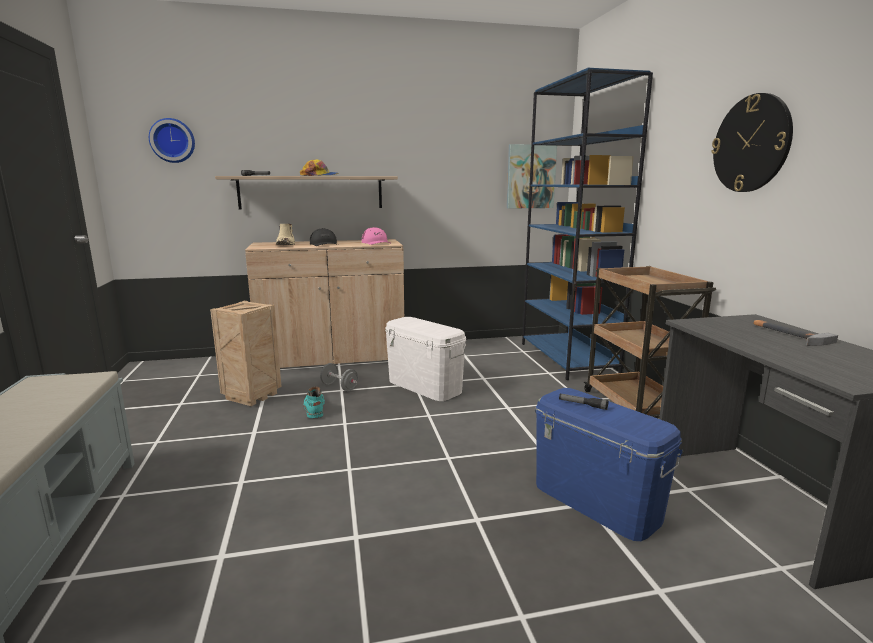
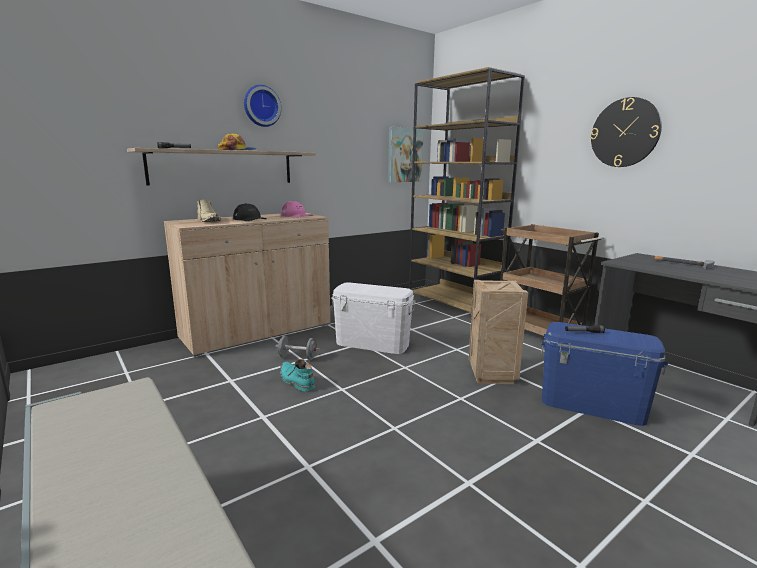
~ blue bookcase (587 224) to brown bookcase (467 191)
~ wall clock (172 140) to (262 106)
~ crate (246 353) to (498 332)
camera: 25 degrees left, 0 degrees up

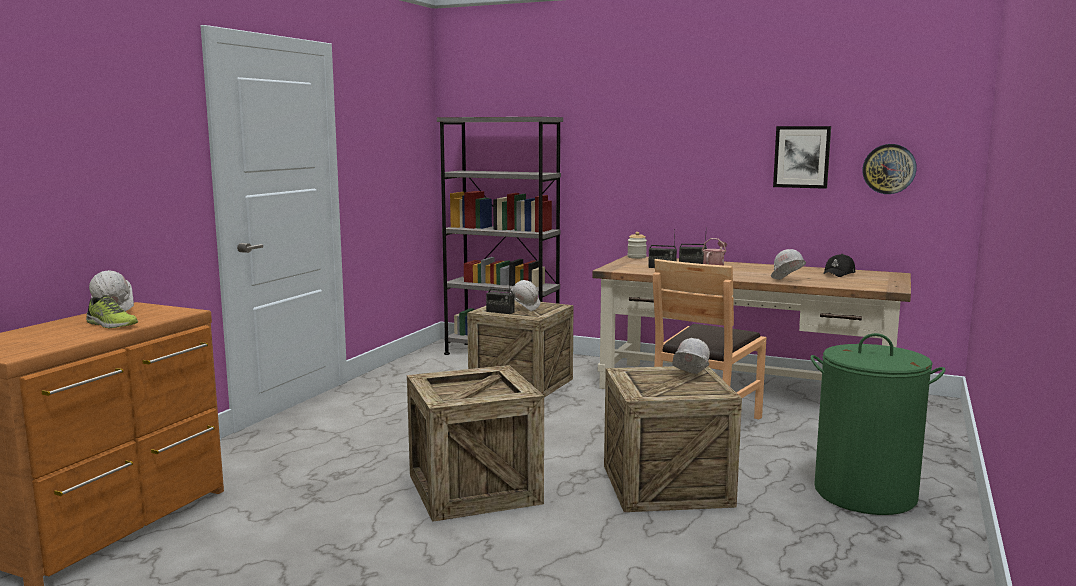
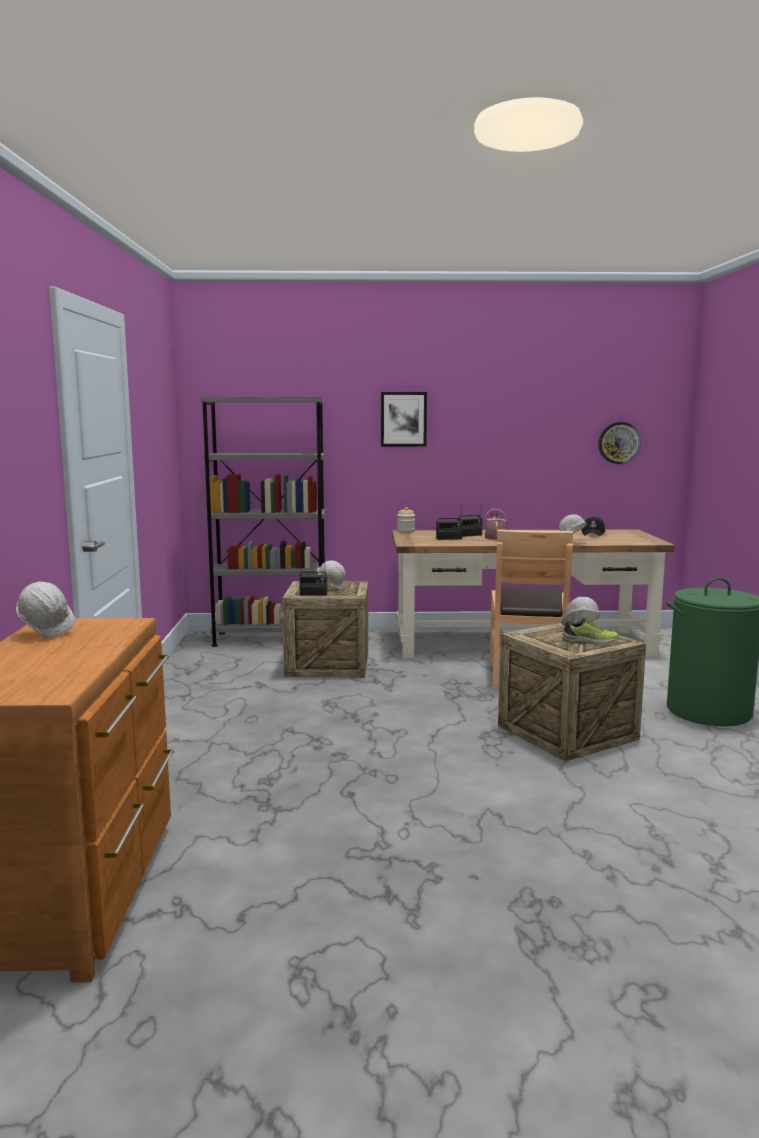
~ picture (802 157) to (404 419)
~ shoe (112 311) to (590 631)
- crate (475 443)
camera: 25 degrees left, 0 degrees up

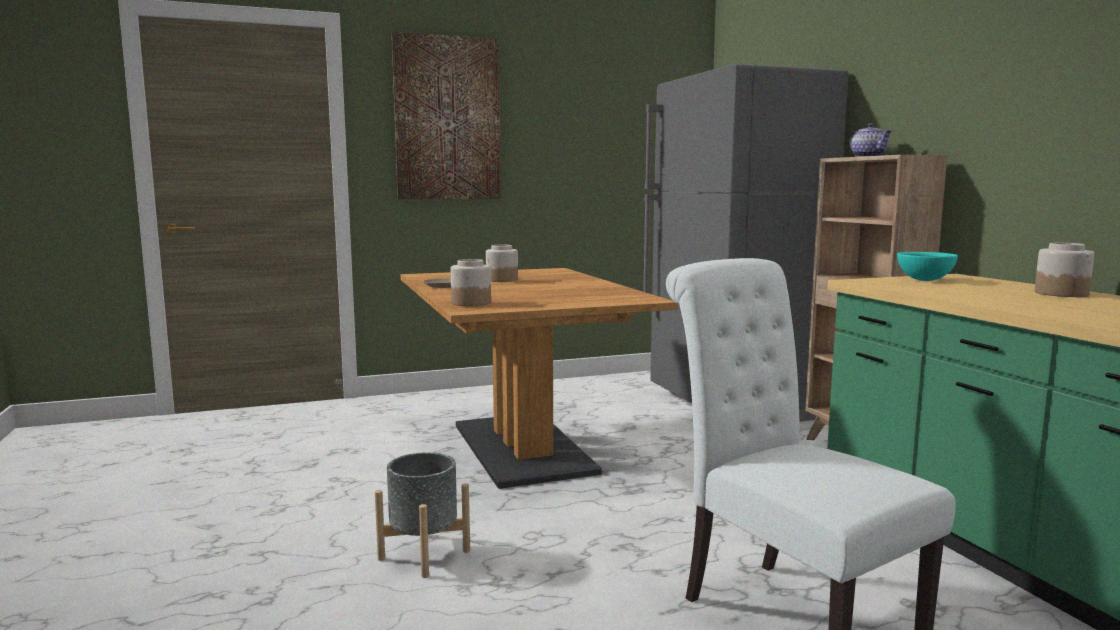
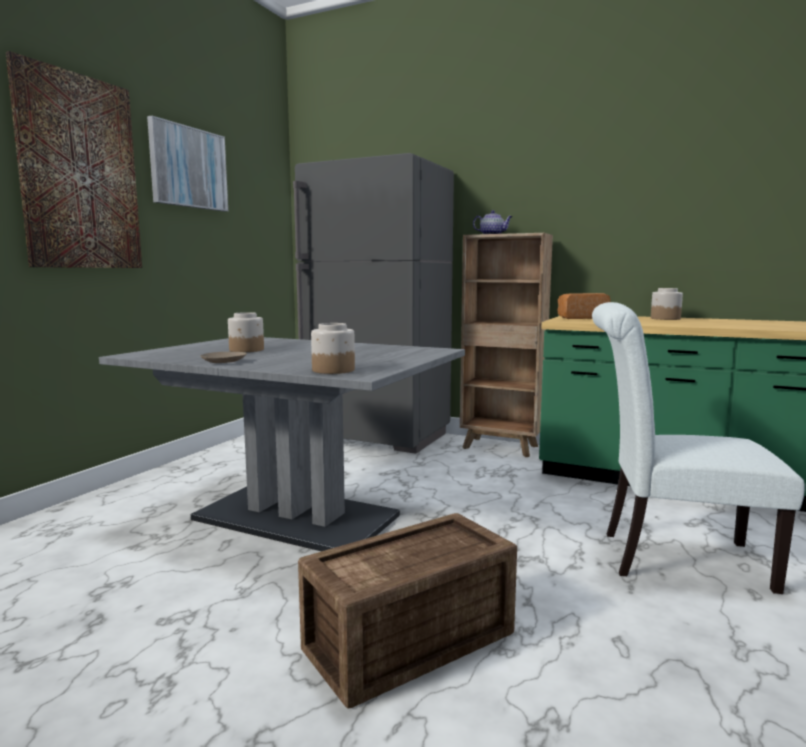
~ turquoise bowl (927 266) to bread (584 306)
~ brown dining table (539 378) to grey dining table (282 444)
~ grey planter (422 515) to crate (407 610)
+ picture (187 163)
camera: 45 degrees left, 0 degrees up

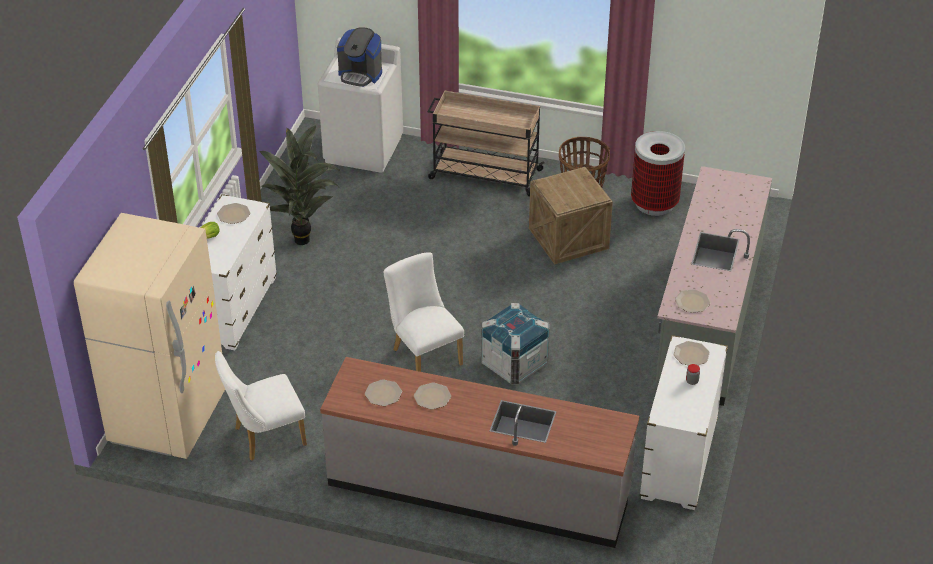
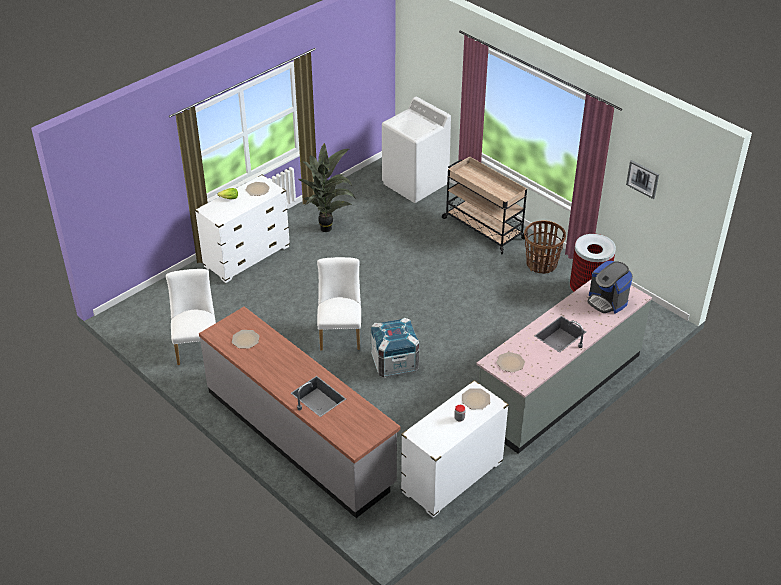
~ coffee machine (359 57) to (610 287)
- crate (571 215)
- beige fridge (149 336)
~ white chair (261 406) = (191 317) 75 degrees clockwise
- plate (432 396)
+ picture (642 179)
camera: 30 degrees right, 0 degrees up

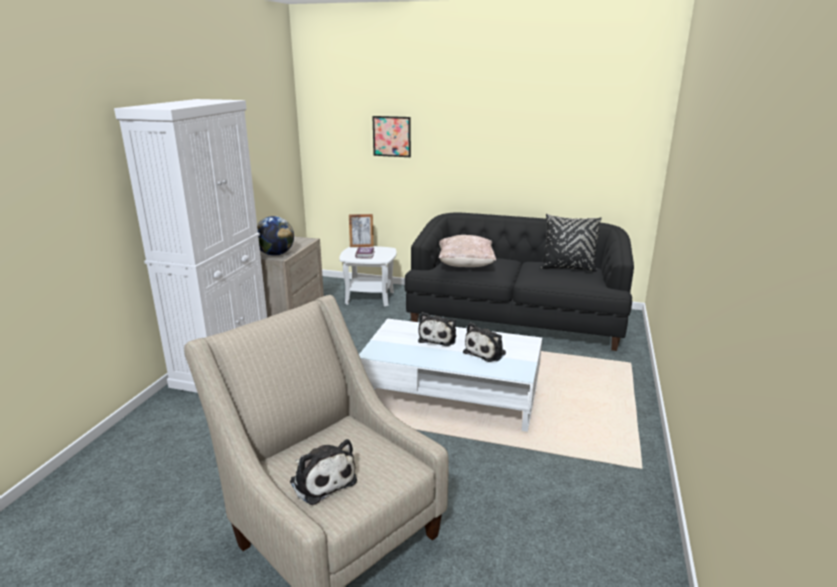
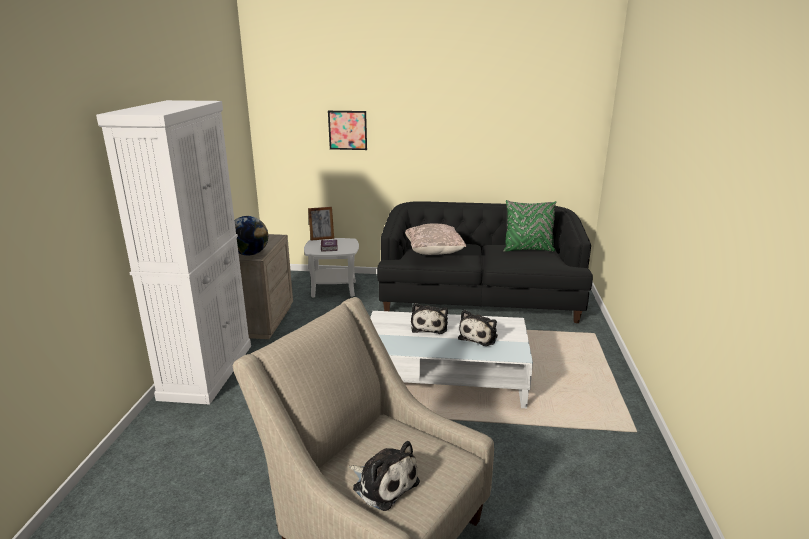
~ black pillow (571 243) to green pillow (530 226)
camera: 10 degrees left, 0 degrees up

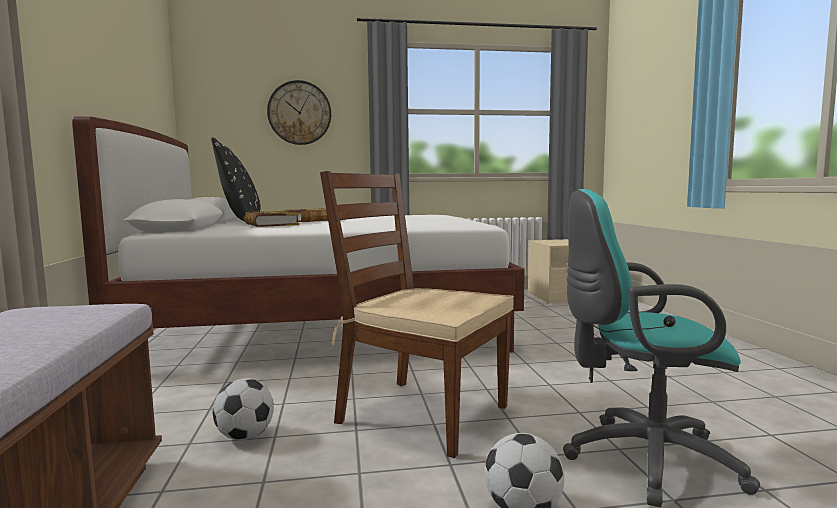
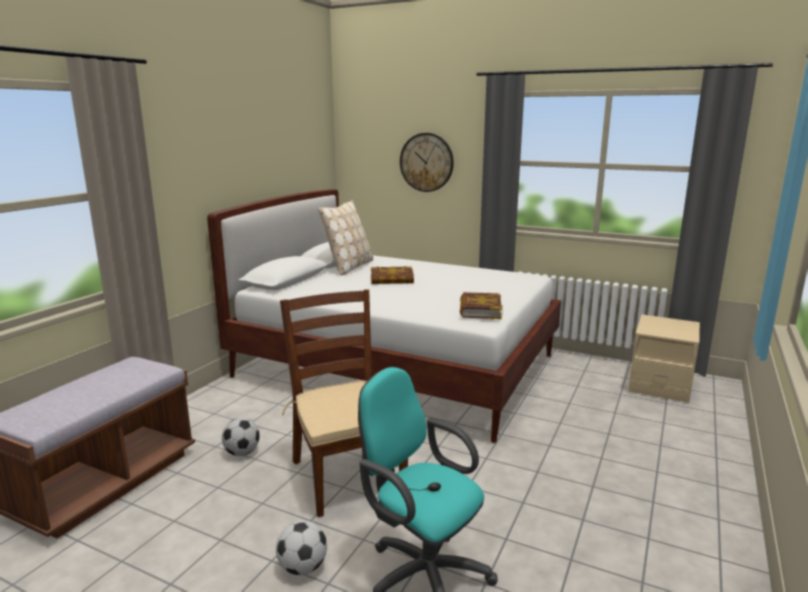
~ black pillow (236 179) to beige pillow (345 237)
~ book (271 219) to (481 305)
camera: 35 degrees right, 10 degrees up

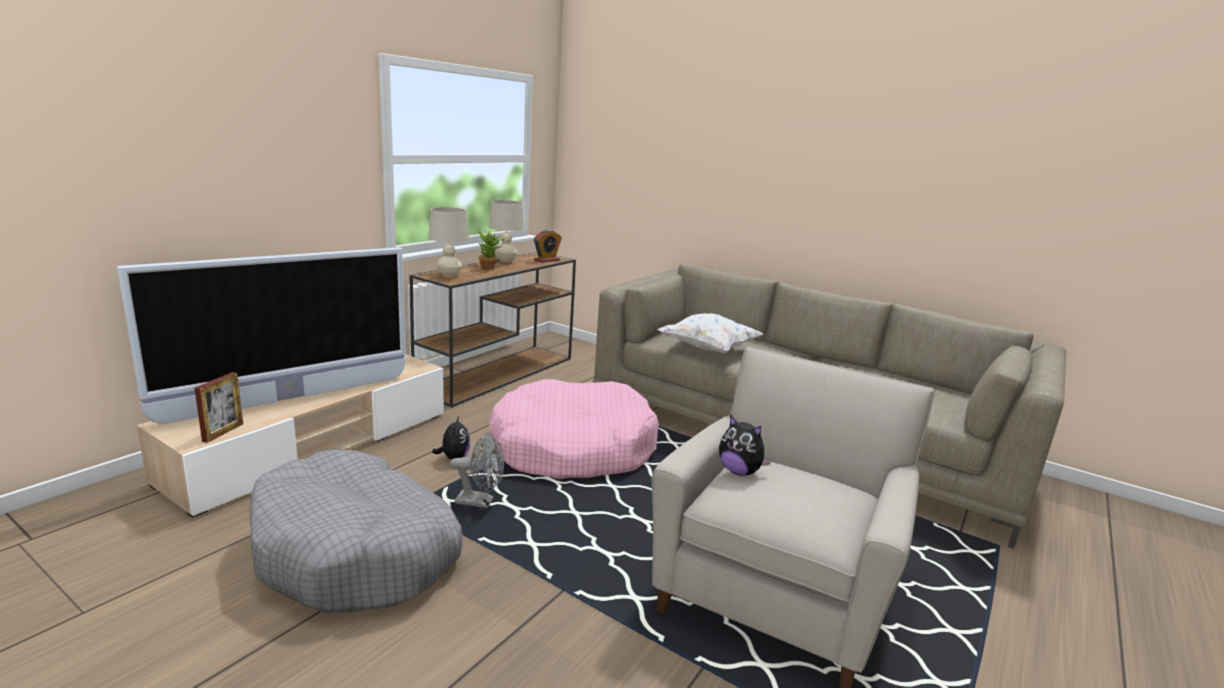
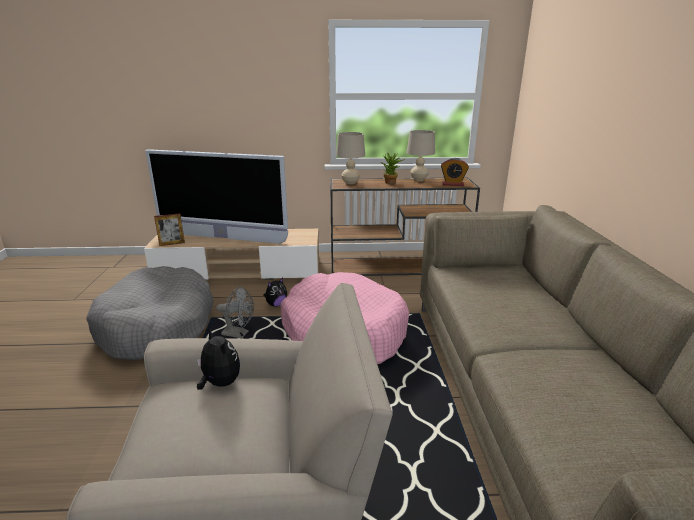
- white pillow (710 333)
~ plush toy (745 445) = (218 359) 135 degrees clockwise
~ grey fan (477 470) = (235 313) 45 degrees counterclockwise
camera: 55 degrees right, 5 degrees up

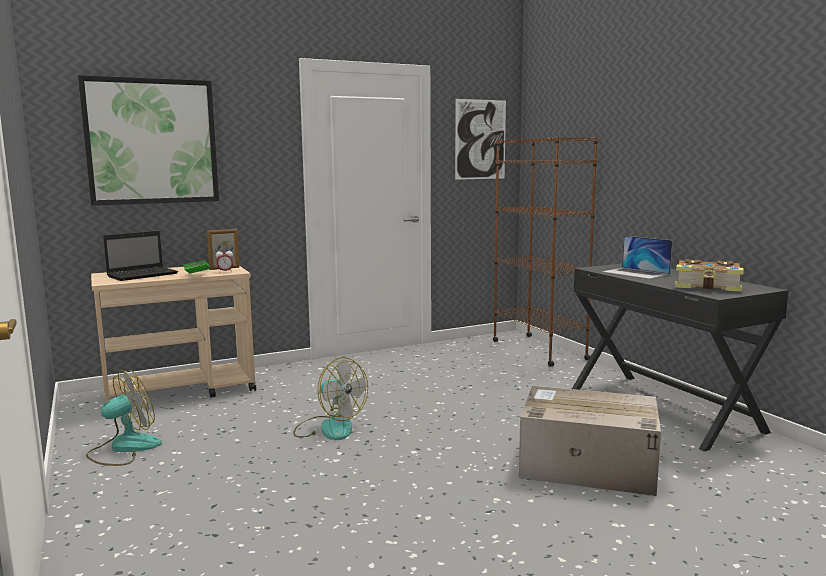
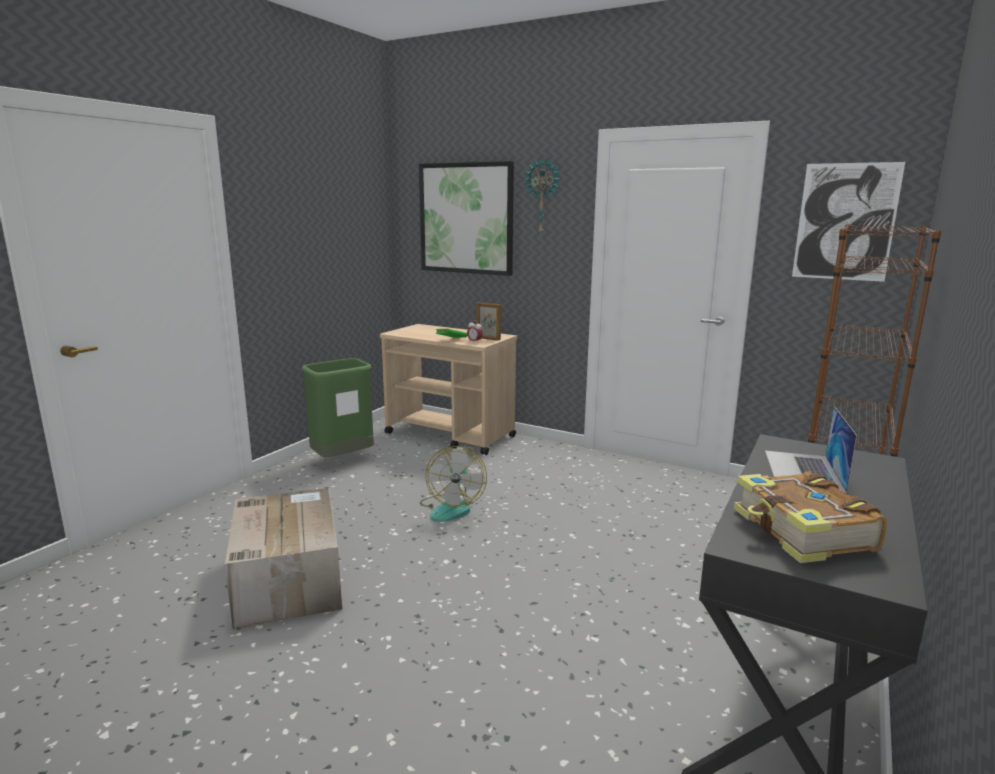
- laptop (140 256)
~ fan (124 418) to green trash can (338 407)
~ cardboard box (590 441) to (283 558)
+ wall clock (542 196)
camera: 55 degrees right, 5 degrees up

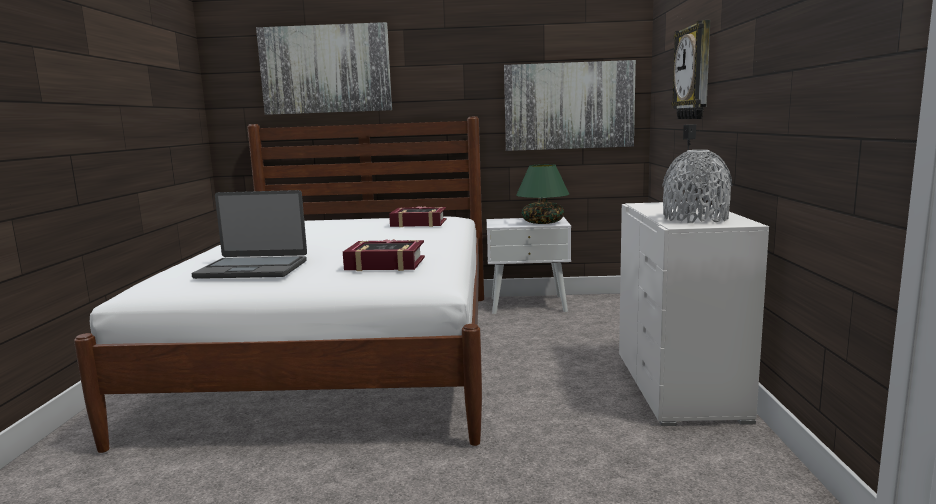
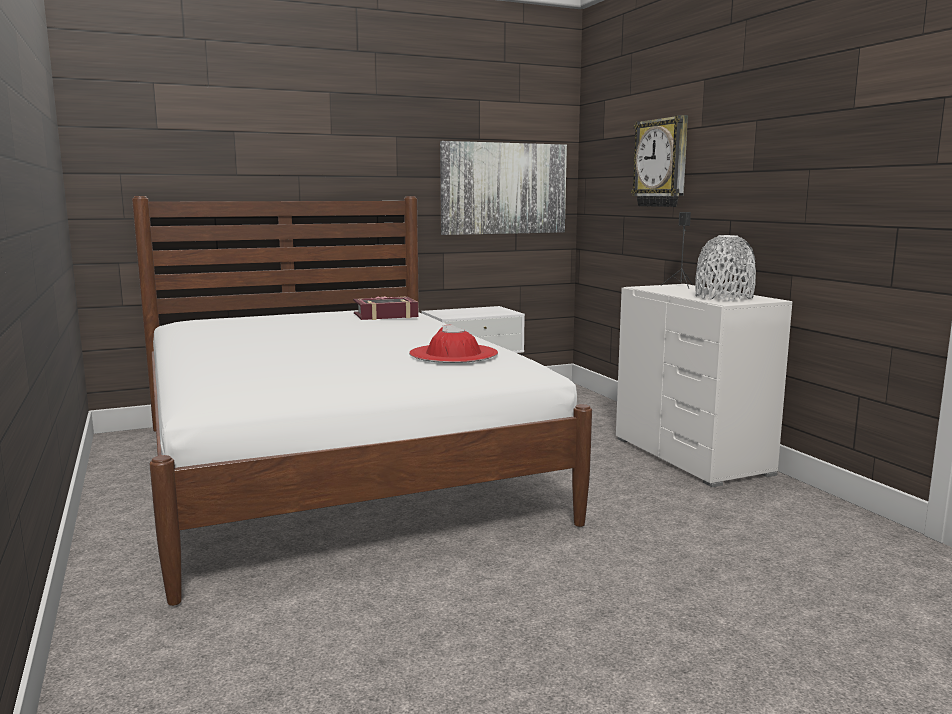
- picture (324 68)
- green table lamp (542 194)
- laptop (249 234)
~ book (384 255) to red hat (453 344)
camera: 25 degrees left, 0 degrees up

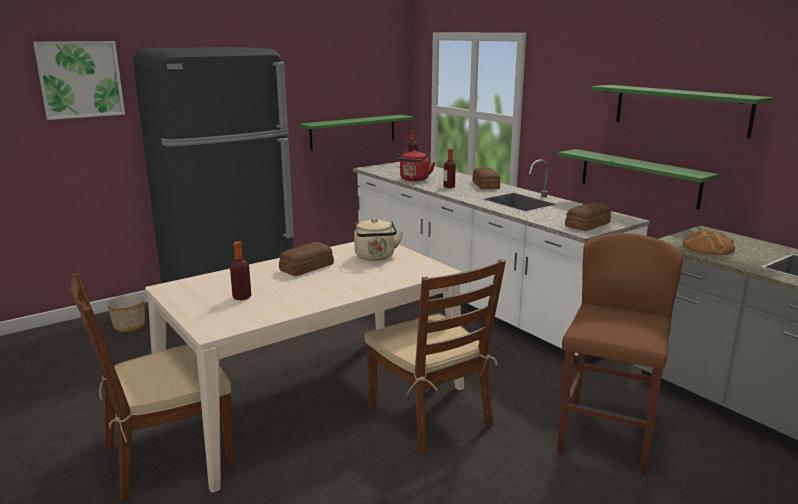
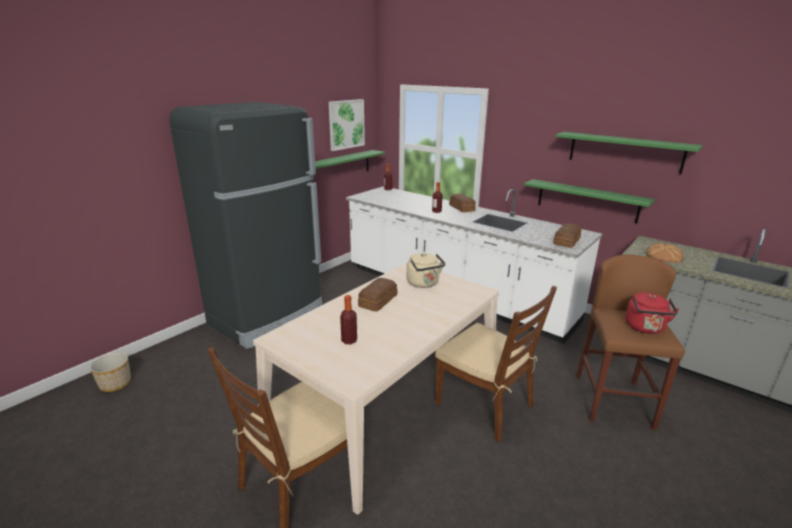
~ picture (79 80) to (347 125)
~ red kettle (415 165) to (652 313)
~ planter (126 313) to (110 372)
camera: 15 degrees left, 5 degrees up

